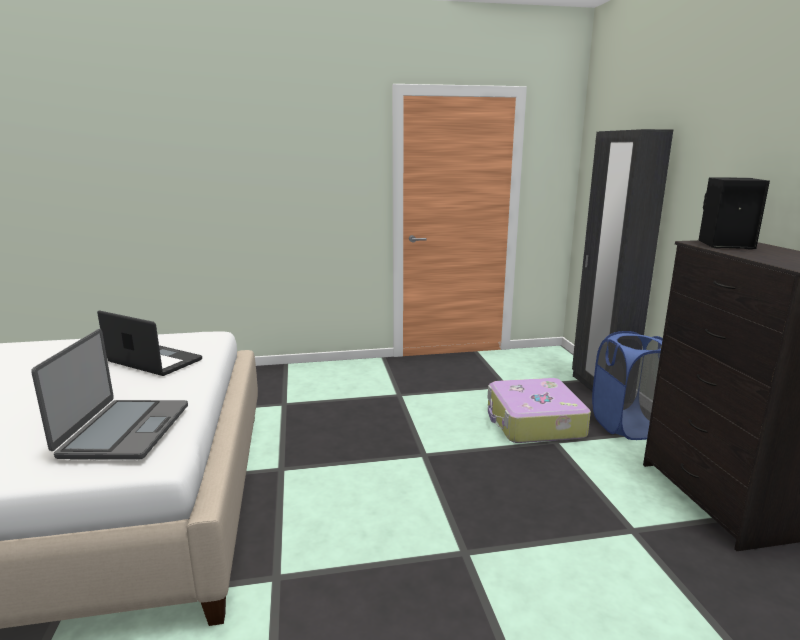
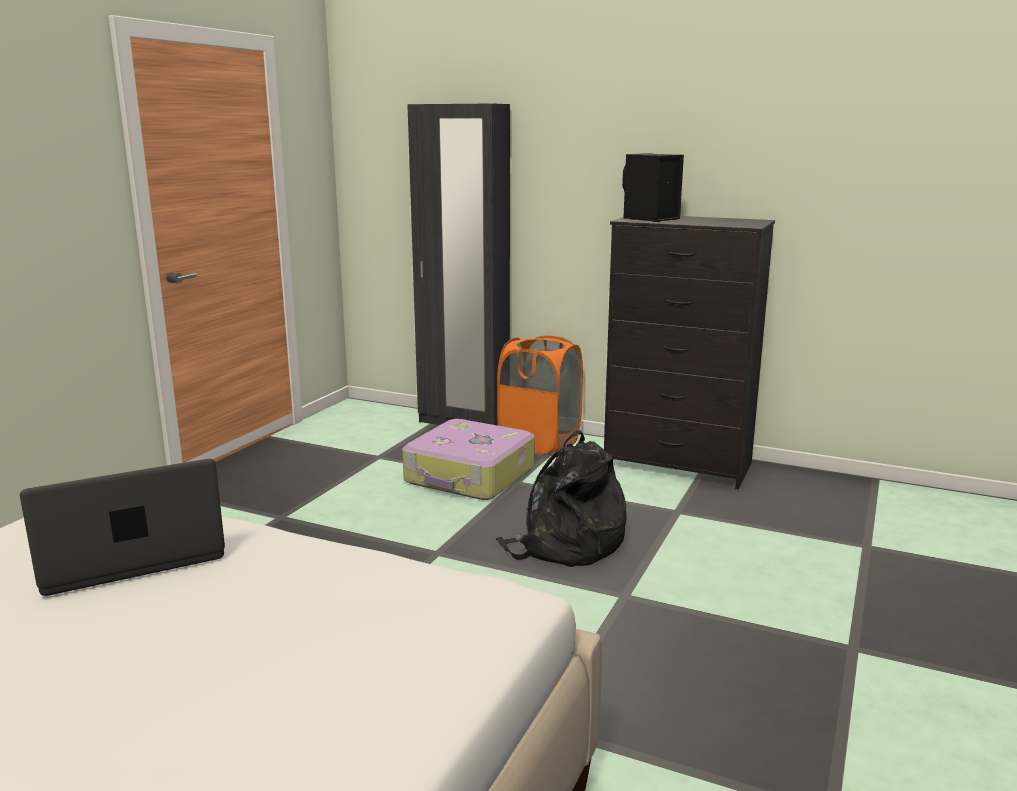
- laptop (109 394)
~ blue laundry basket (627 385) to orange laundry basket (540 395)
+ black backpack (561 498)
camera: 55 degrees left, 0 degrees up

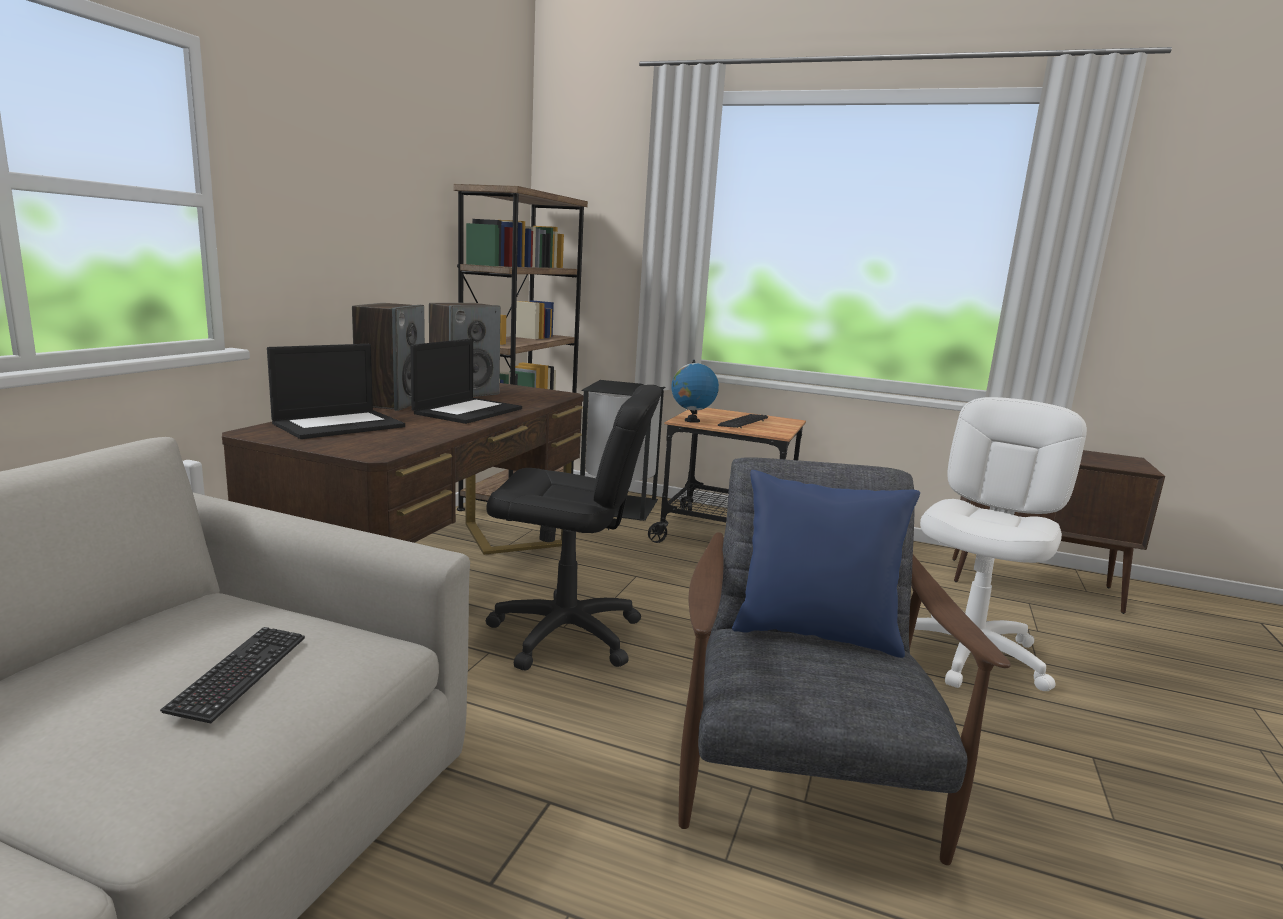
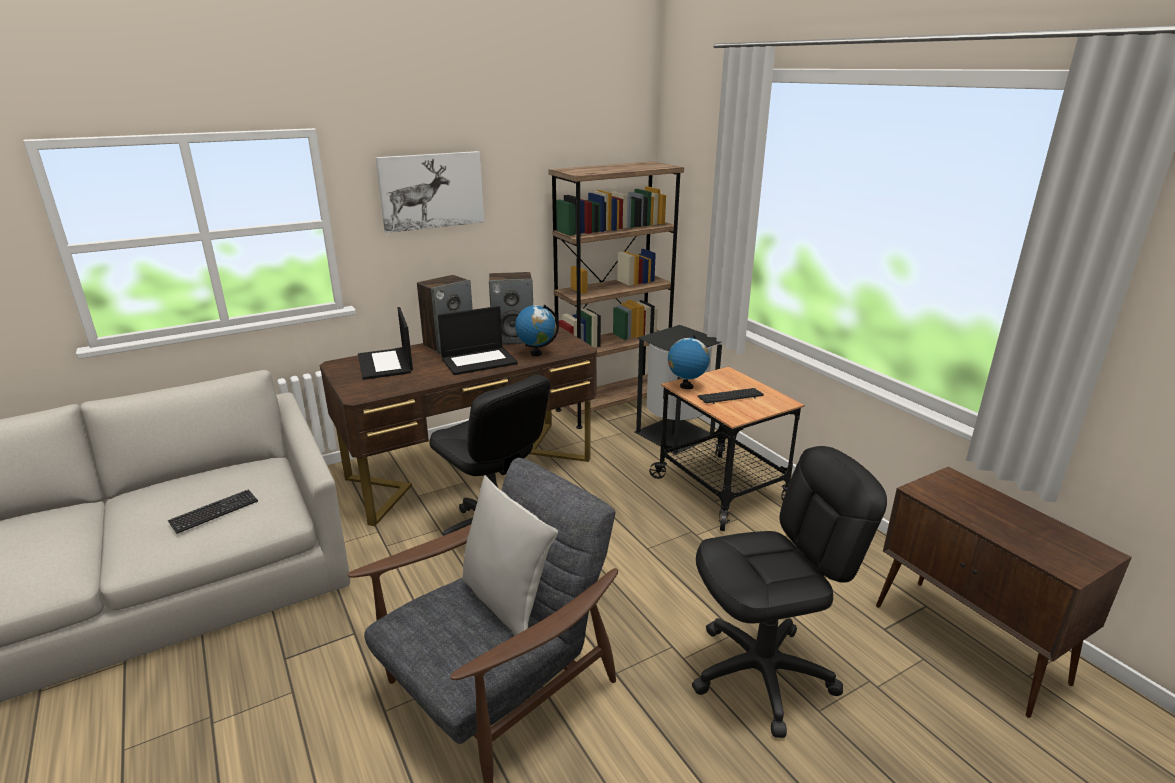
~ laptop (336 391) = (385 343) 75 degrees clockwise
~ white office chair (1000 544) to black office chair (789 592)
~ blue pillow (826 564) to grey pillow (510 555)
+ picture (429 192)
+ globe (537 330)
camera: 40 degrees right, 10 degrees up

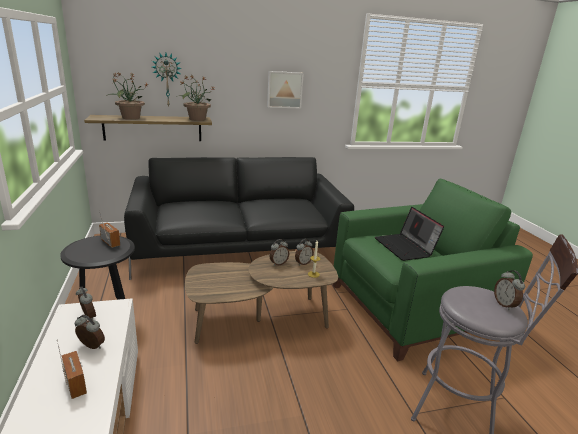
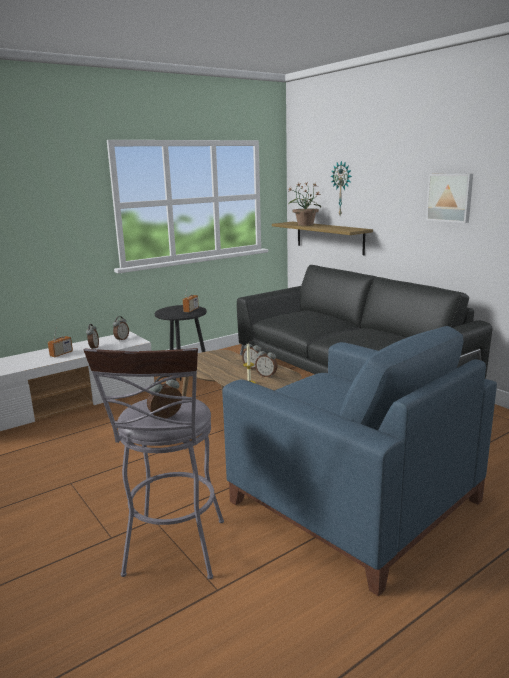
- potted plant (195 98)
~ green armchair (432 270) to blue armchair (359 461)
- laptop (409 234)
camera: 70 degrees right, 5 degrees down

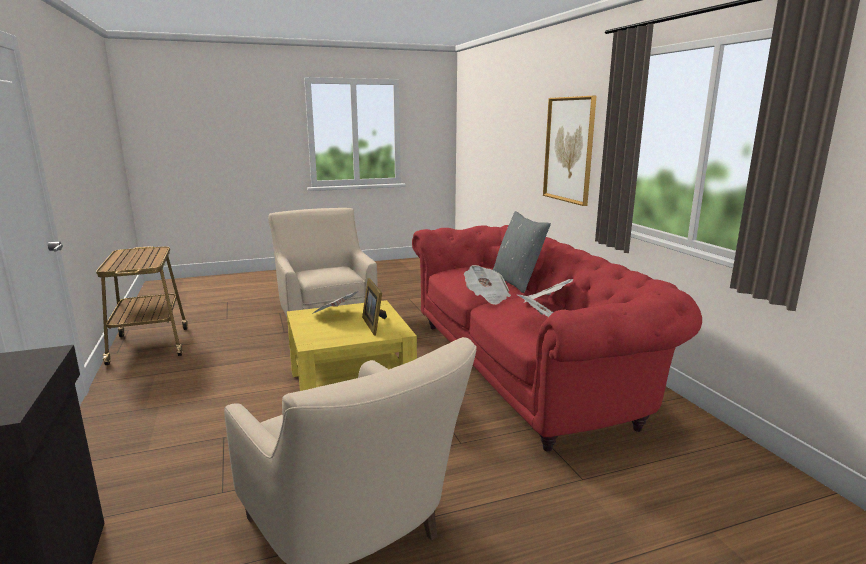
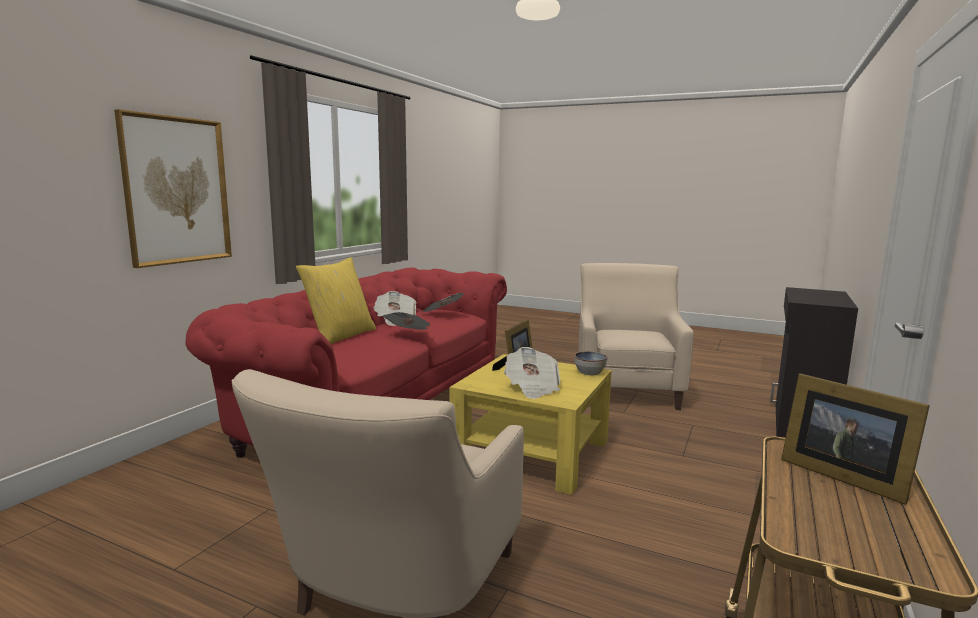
~ grey pillow (522 252) to yellow pillow (336 300)
+ bowl (591 363)
+ picture frame (855 439)
camera: 135 degrees left, 5 degrees down

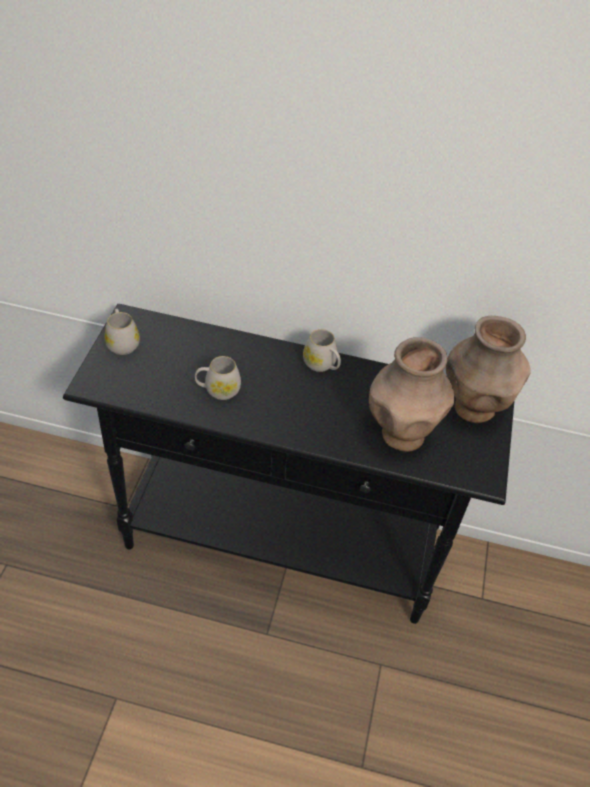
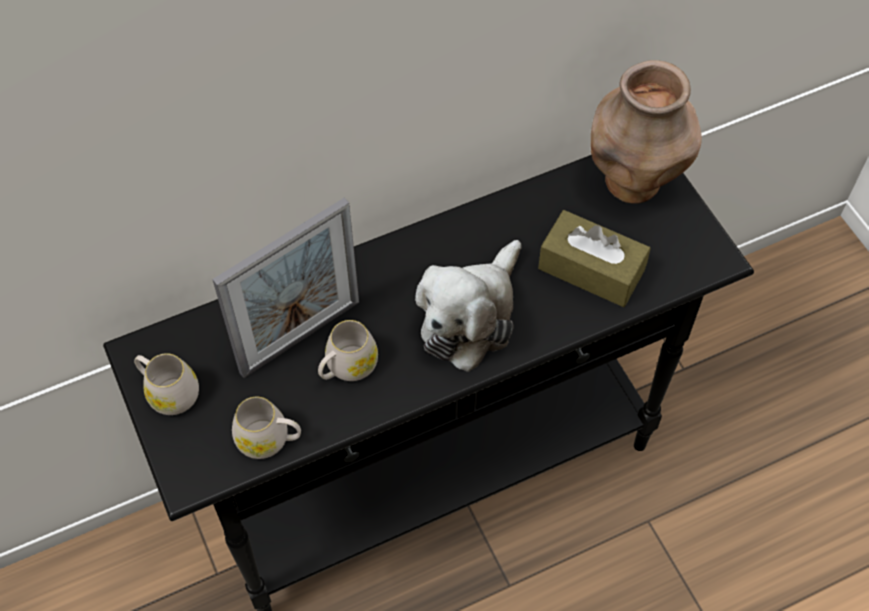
~ white mug (322 350) to (266 428)
~ brown vase (411 394) to brown tissue box (594 258)
+ picture frame (285 288)
+ plush toy (468 306)
camera: 35 degrees left, 10 degrees up

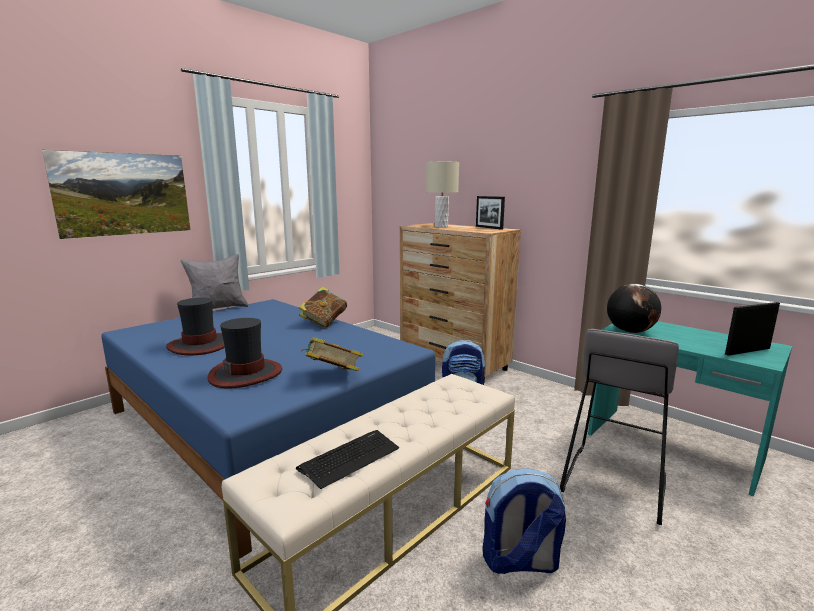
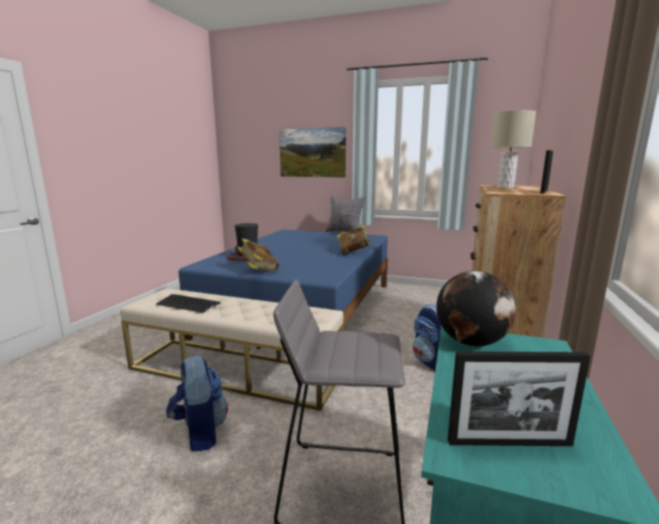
- hat (195 326)
~ picture frame (752 329) = (519 398) 135 degrees clockwise
camera: 65 degrees right, 0 degrees up

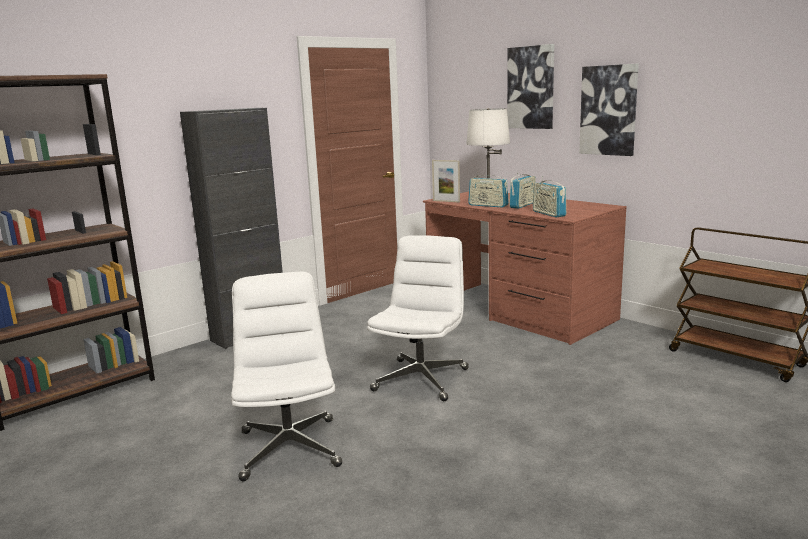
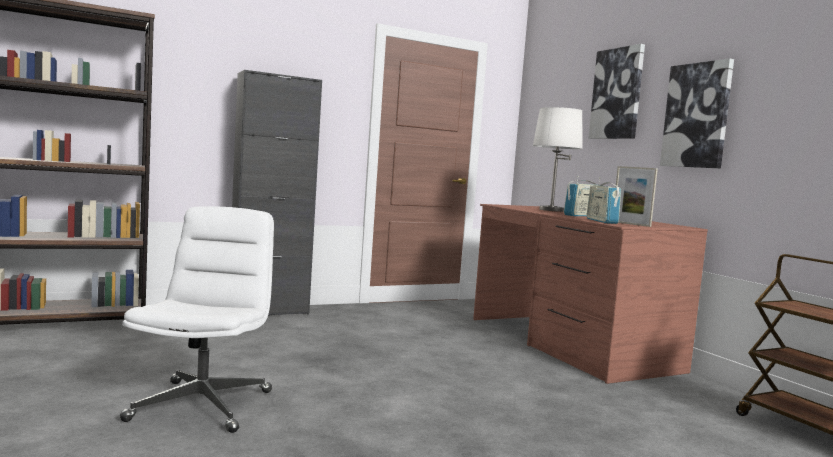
~ picture frame (446 181) to (636 196)
- radio (488 190)
- white office chair (418 318)
camera: 15 degrees right, 10 degrees down

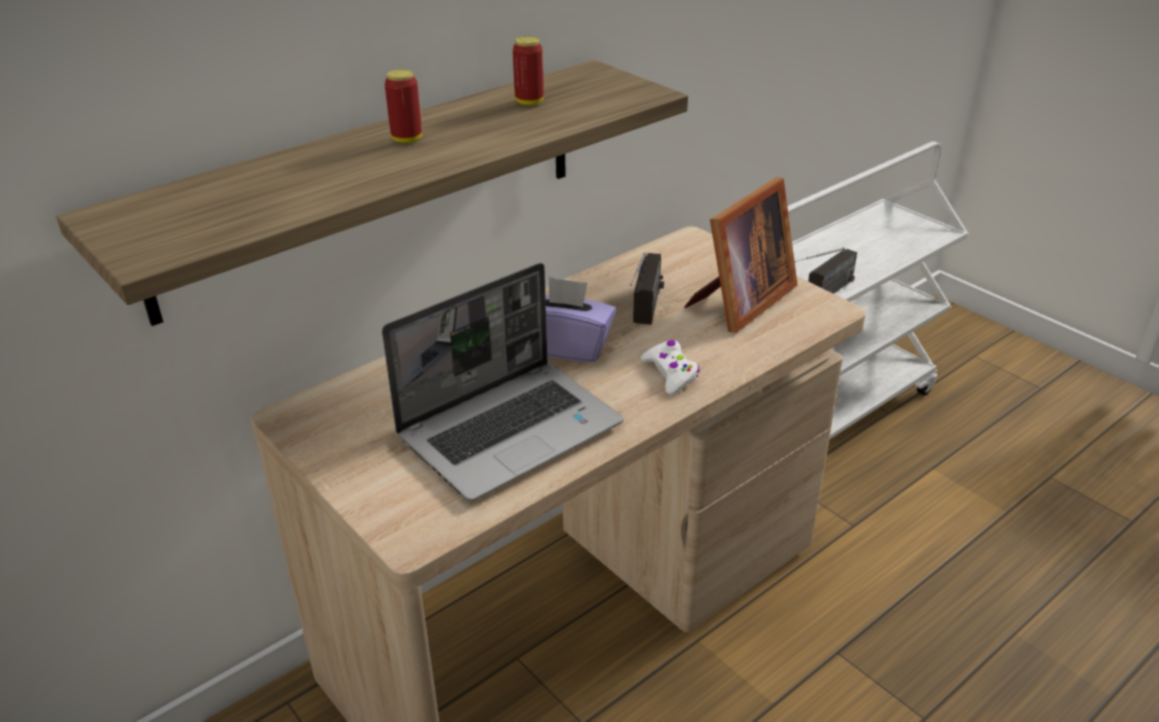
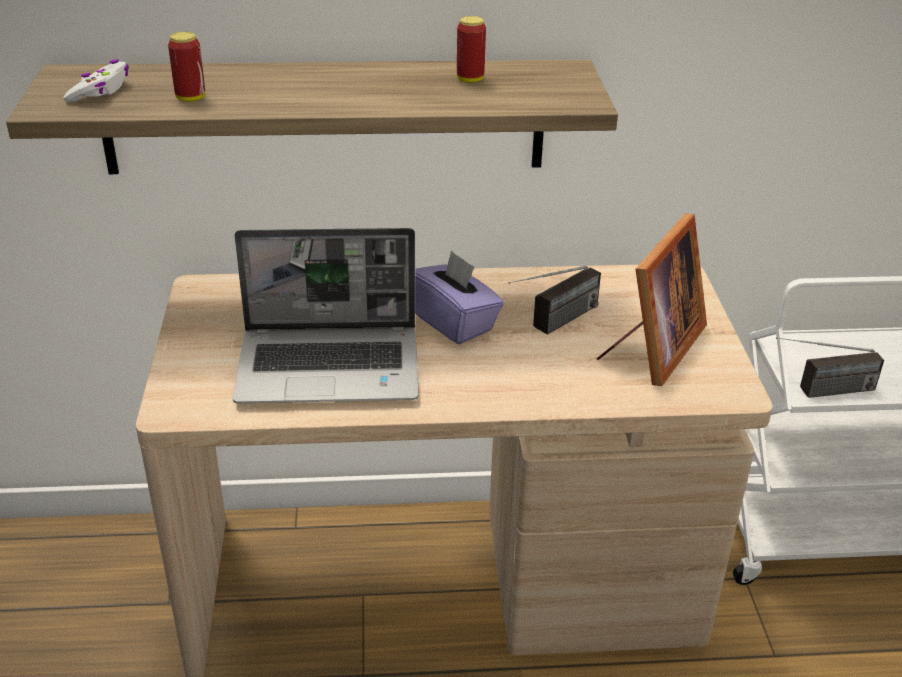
~ can (403 106) to (186 67)
~ picture frame (740 255) = (652 300) 45 degrees counterclockwise
~ white game controller (670 367) to (96 80)
camera: 35 degrees right, 0 degrees up

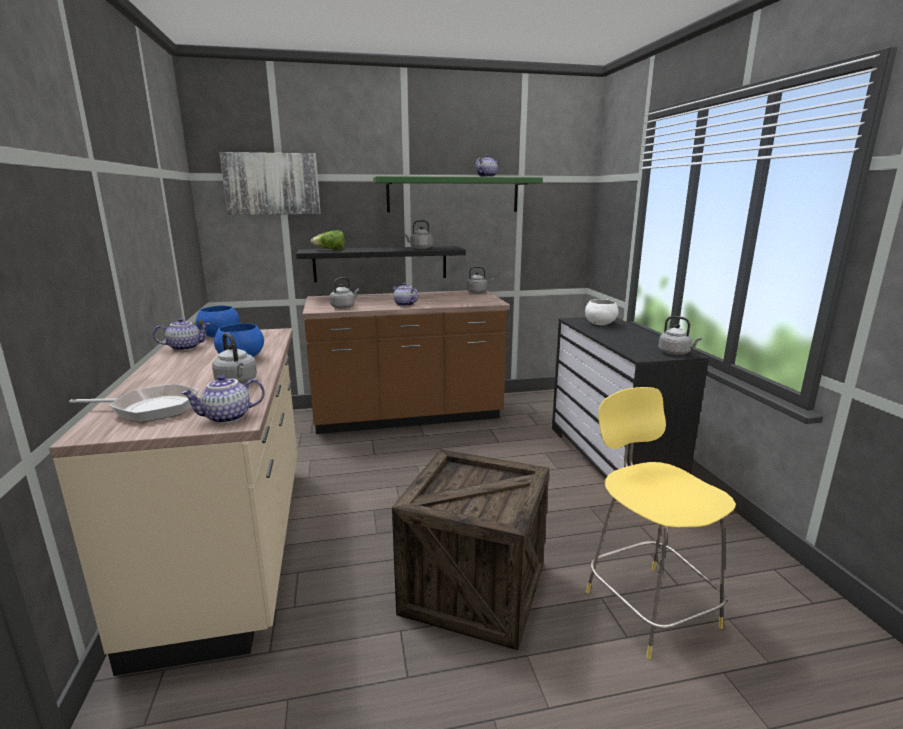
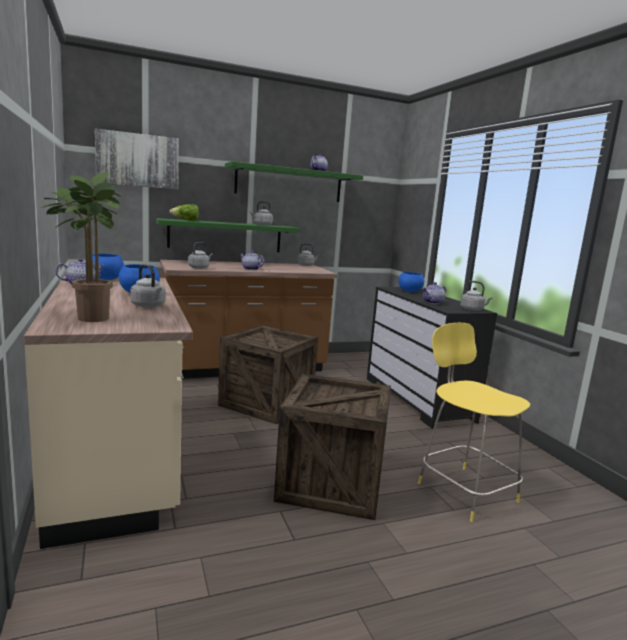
~ black shelf (381 264) to green shelf (228 235)
~ white bowl (601 312) to blue bowl (411 282)
~ teapot (223 399) to (434 293)
~ frying pan (134 403) to potted plant (81 247)
+ crate (268 374)
camera: 10 degrees left, 5 degrees down

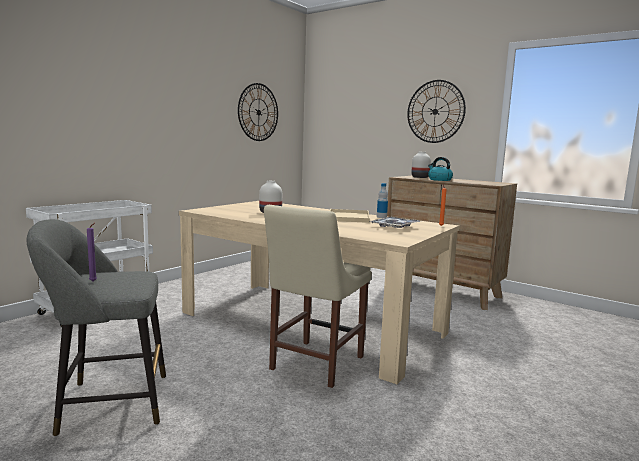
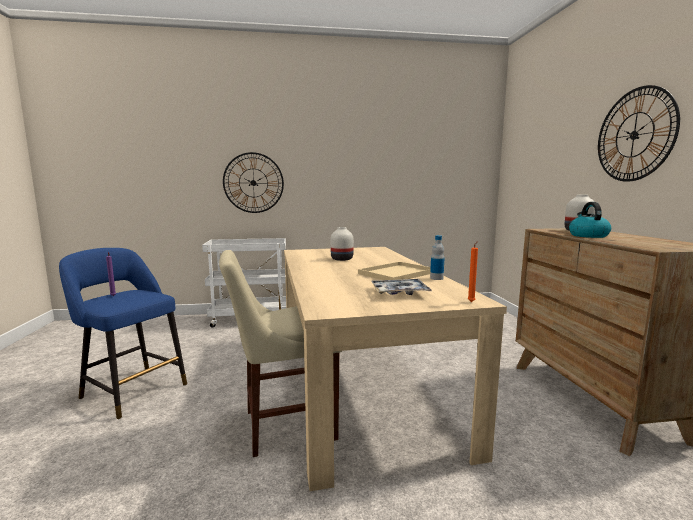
~ wall clock (258 112) to (253 182)
~ grey stool (96 327) to blue stool (123 333)
camera: 45 degrees right, 0 degrees up

